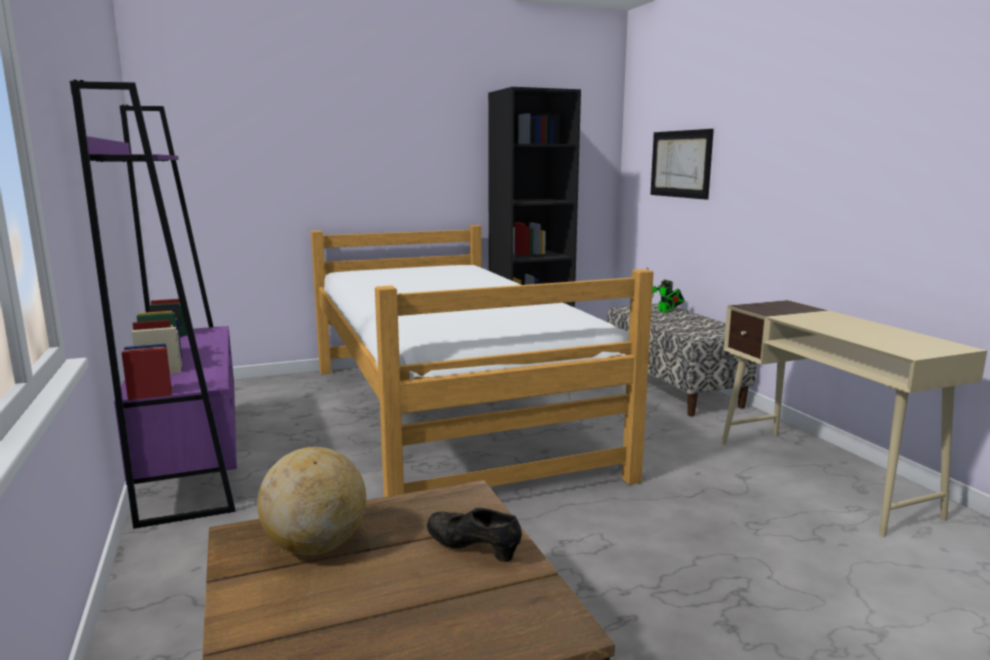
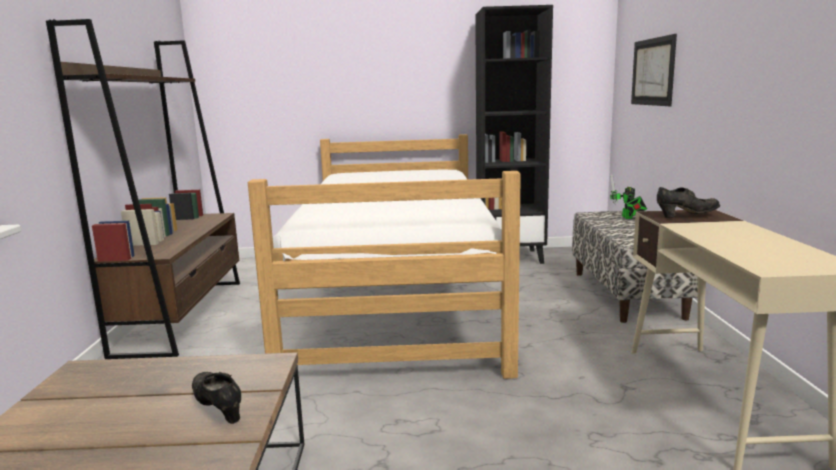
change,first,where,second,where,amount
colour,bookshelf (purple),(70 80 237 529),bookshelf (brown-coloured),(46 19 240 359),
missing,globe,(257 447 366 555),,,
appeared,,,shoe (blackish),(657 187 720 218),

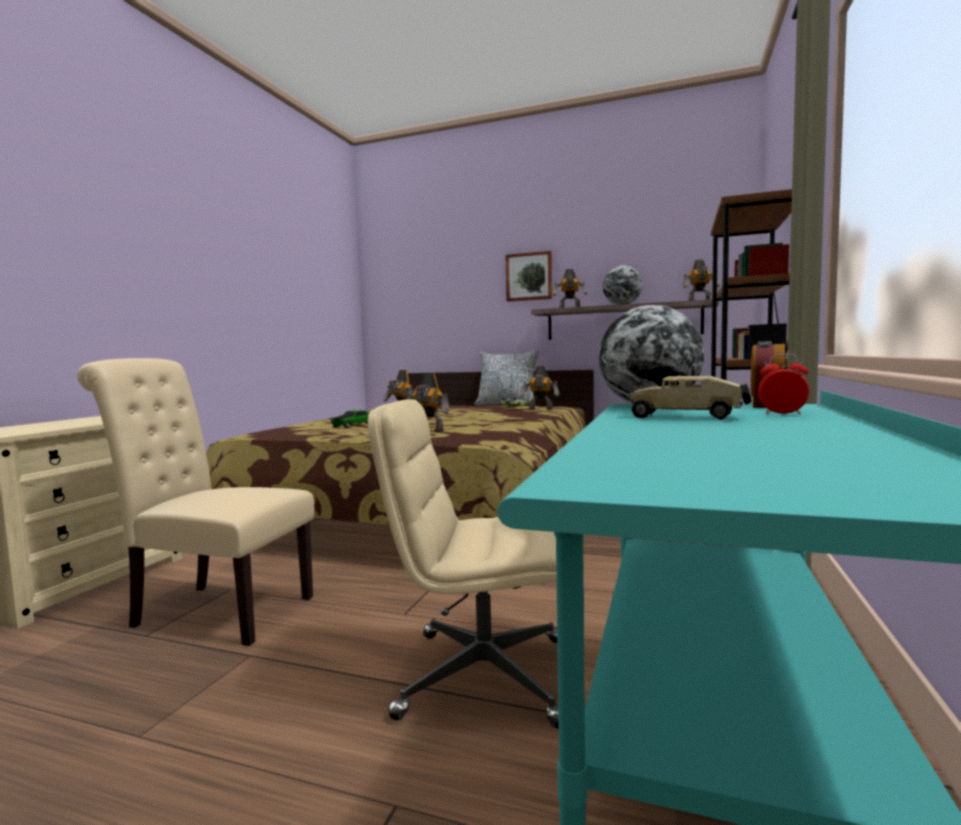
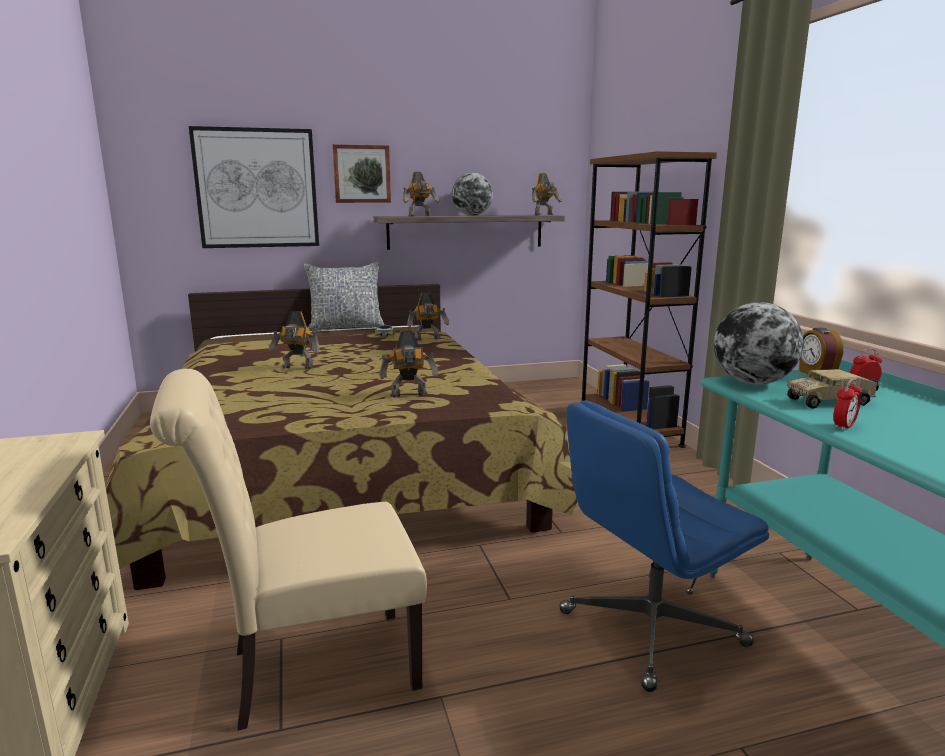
change,first,where,second,where,amount
colour,office chair (beige),(368 399 559 729),office chair (blue),(559 400 769 692),
missing,toy car,(331 410 369 428),,,
appeared,,,picture,(189 126 319 248),
appeared,,,alarm clock,(833 378 862 431),

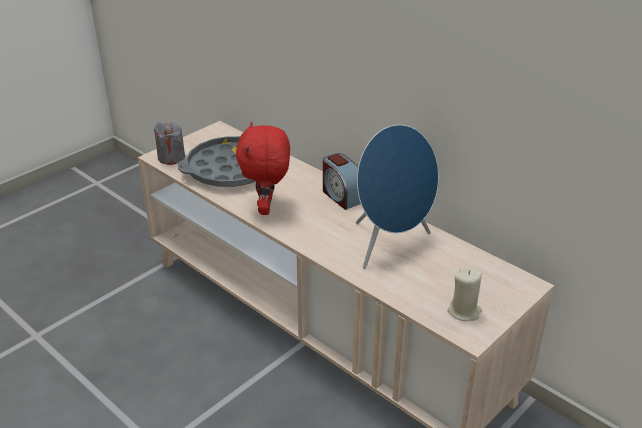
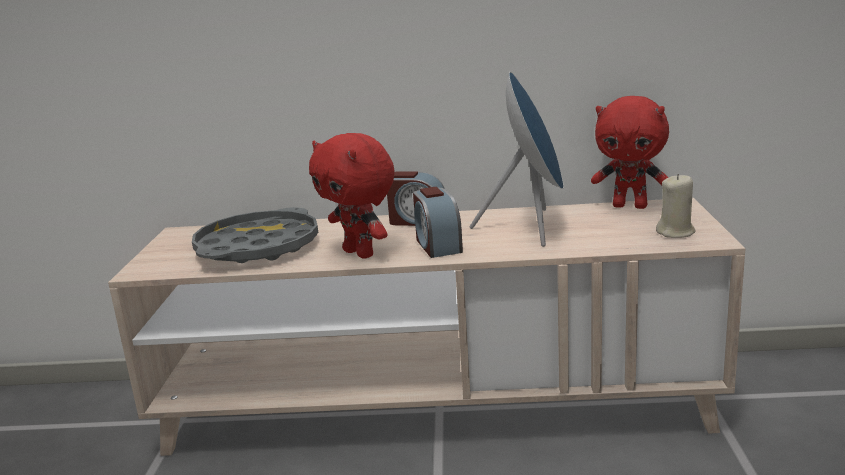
change,first,where,second,where,amount
missing,wax candle (grey),(154 122 185 165),,,
appeared,,,plush toy (reddish),(591 96 669 209),
appeared,,,alarm clock,(413 187 463 258),

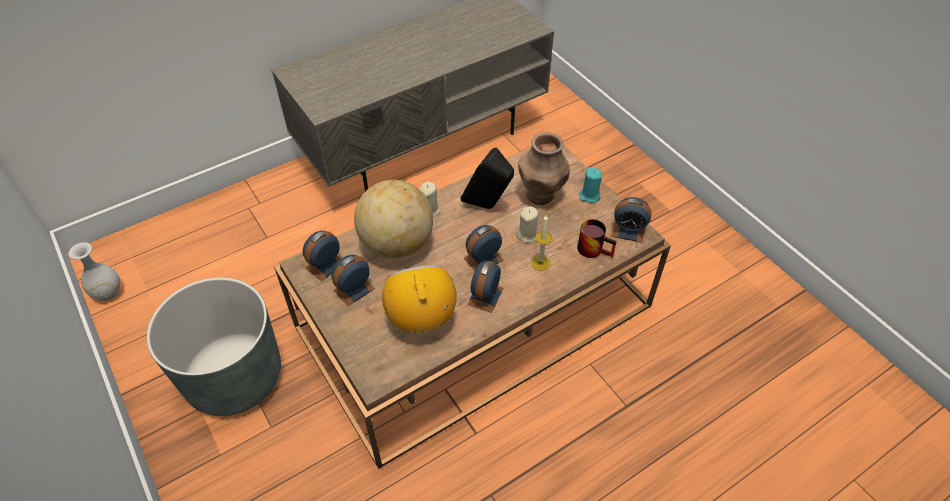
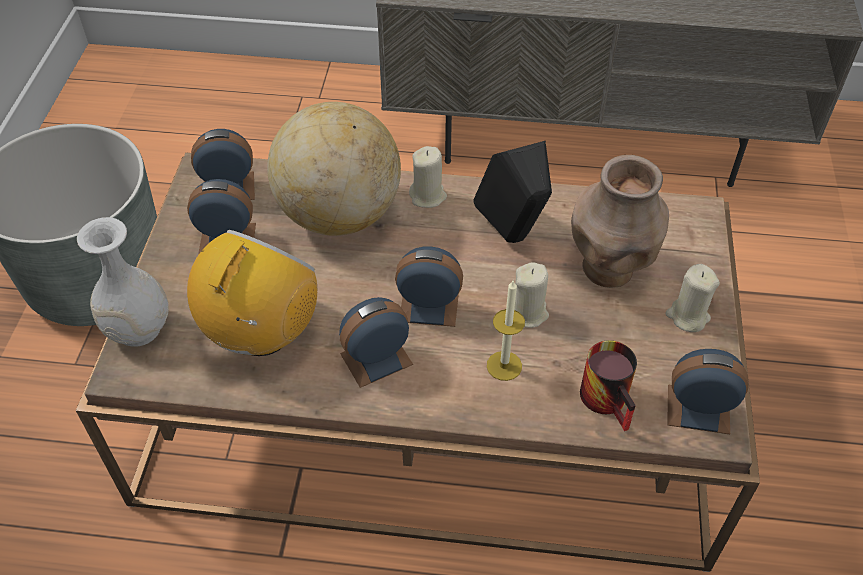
change,first,where,second,where,amount
colour,wax candle (turquoise-coloured),(579 167 602 203),wax candle (beige),(665 264 720 332),
spun,alarm clock,(612 197 652 243),,(667 349 749 434),135 degrees clockwise
relocated,flower vase (white),(69 242 120 301),,(77 217 169 347),

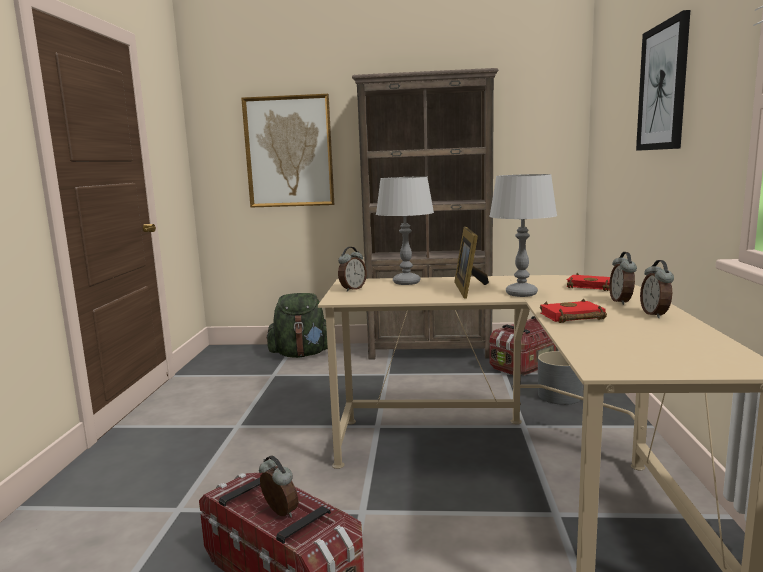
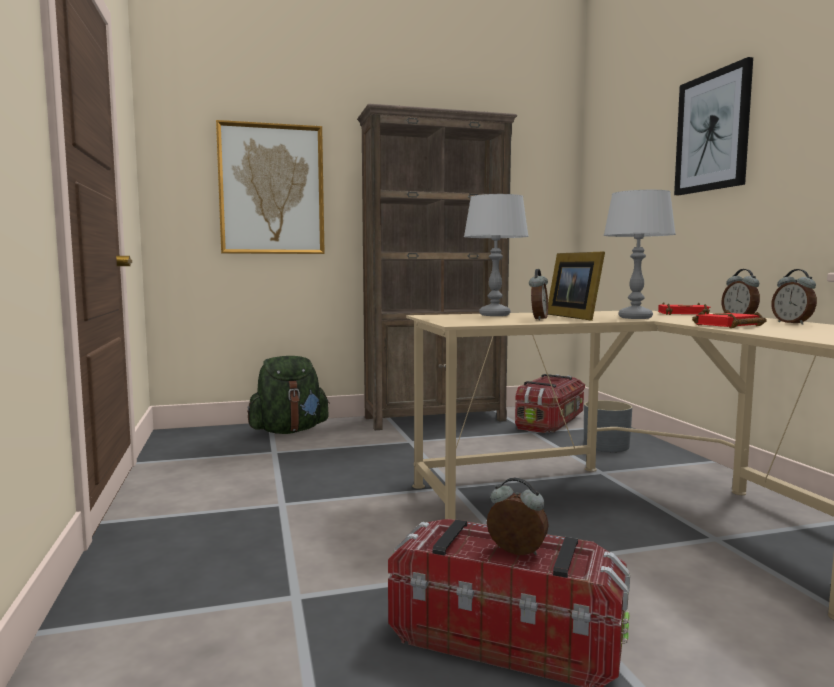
change,first,where,second,where,amount
relocated,alarm clock,(338 247 367 292),,(529 269 548 320),

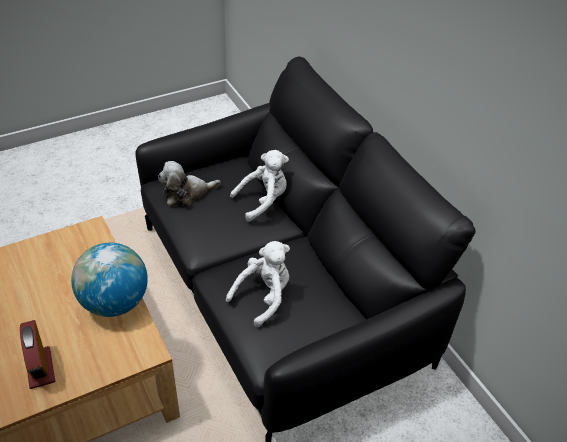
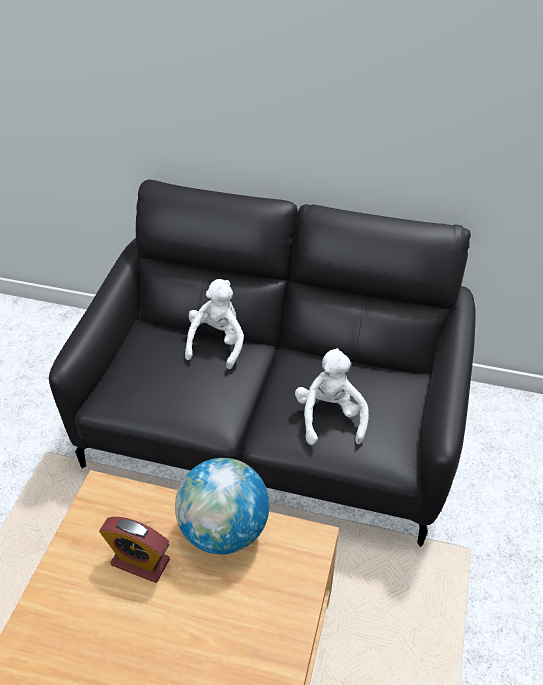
change,first,where,second,where,amount
missing,plush toy,(158 161 221 206),,,
relocated,alarm clock,(20 320 55 389),,(99 517 170 583),

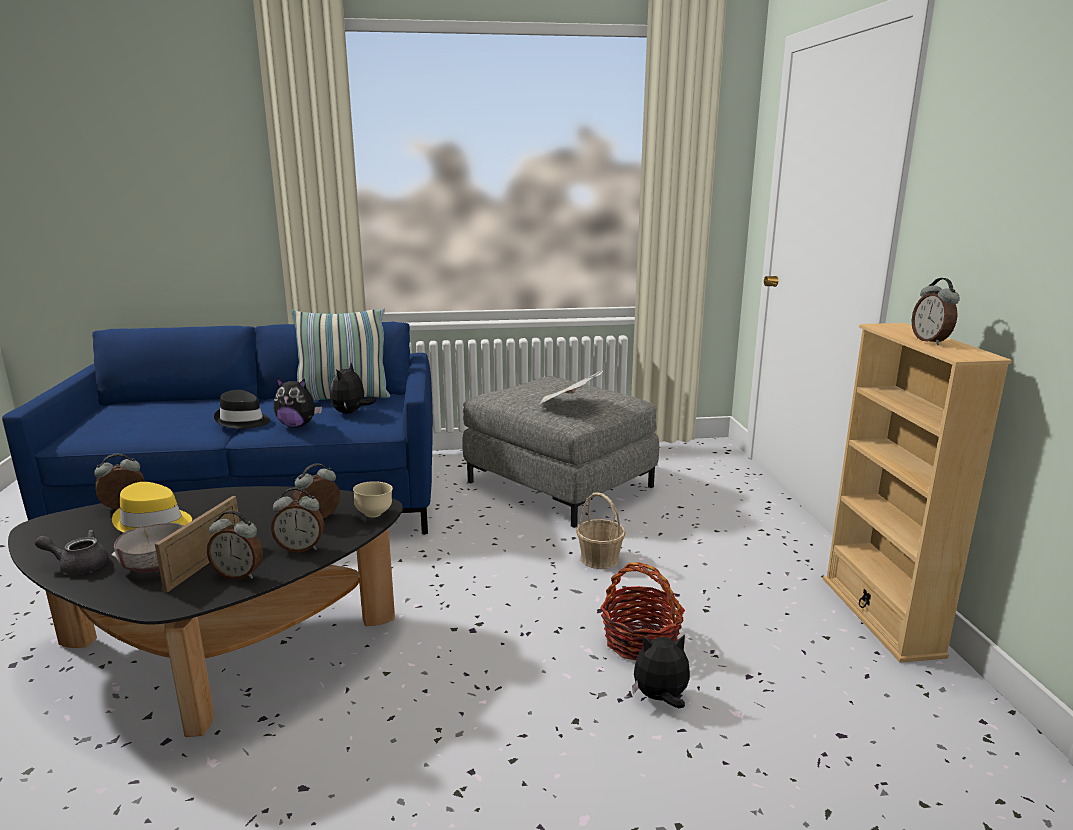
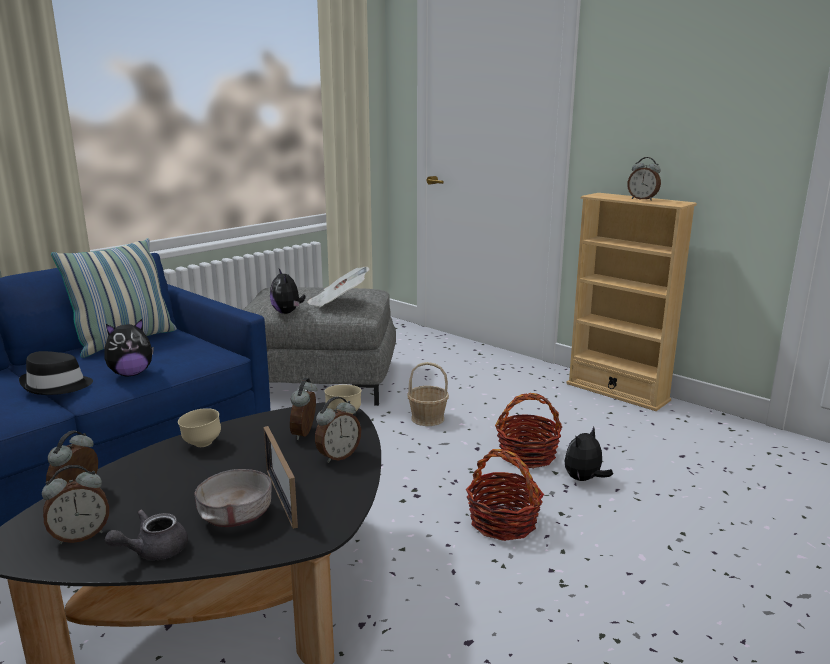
change,first,where,second,where,amount
relocated,plush toy,(330 363 376 414),,(270 269 305 314),
missing,hat (yellow),(112 482 192 533),,,
relocated,alarm clock,(207 511 263 580),,(42 465 109 544),
appeared,,,deep dish (beige),(178 408 221 447),
appeared,,,storage basket,(466 449 544 541),

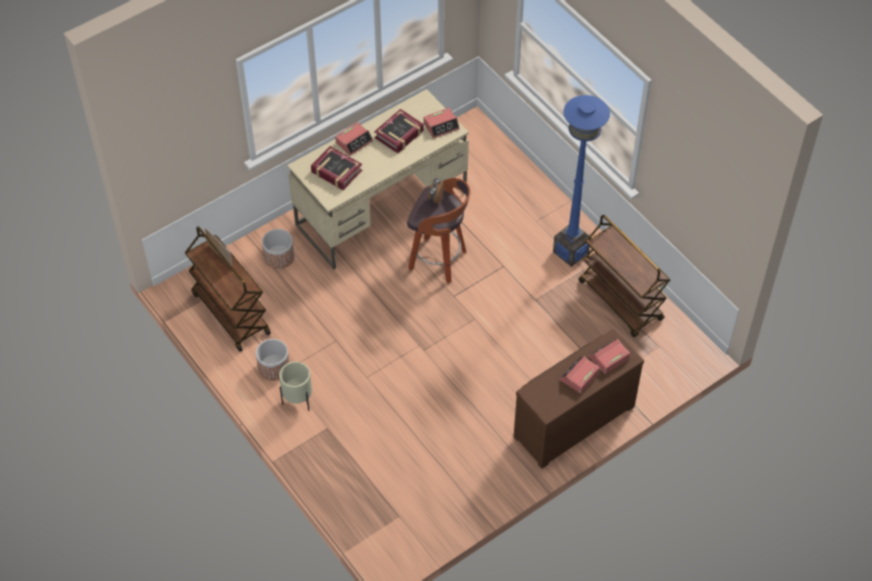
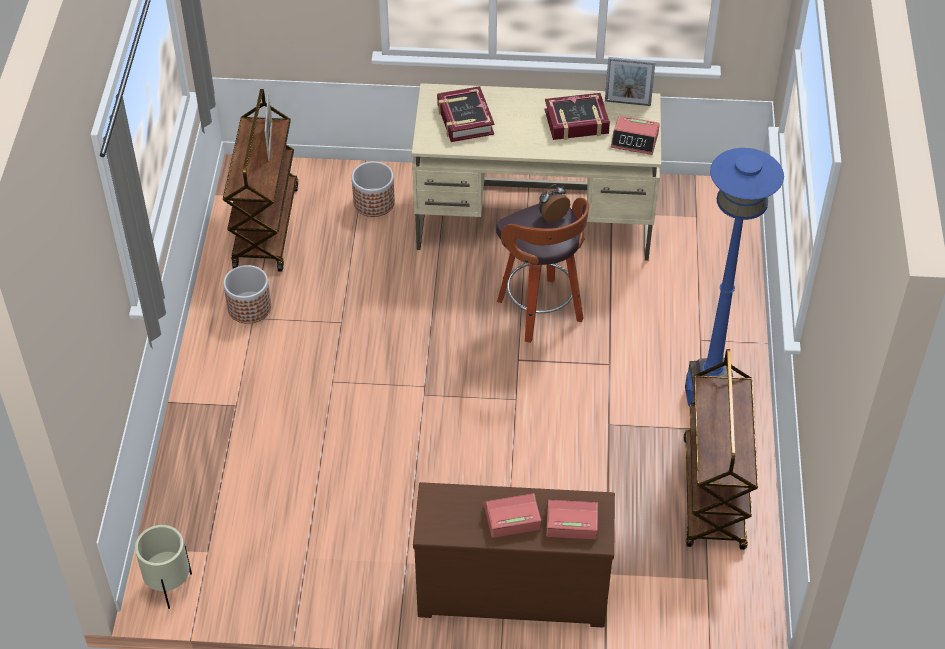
change,first,where,second,where,amount
missing,alarm clock,(335 122 373 156),,,
relocated,flower pot (beige),(279 361 312 411),,(135 525 192 609),
appeared,,,picture frame,(605 57 655 106),

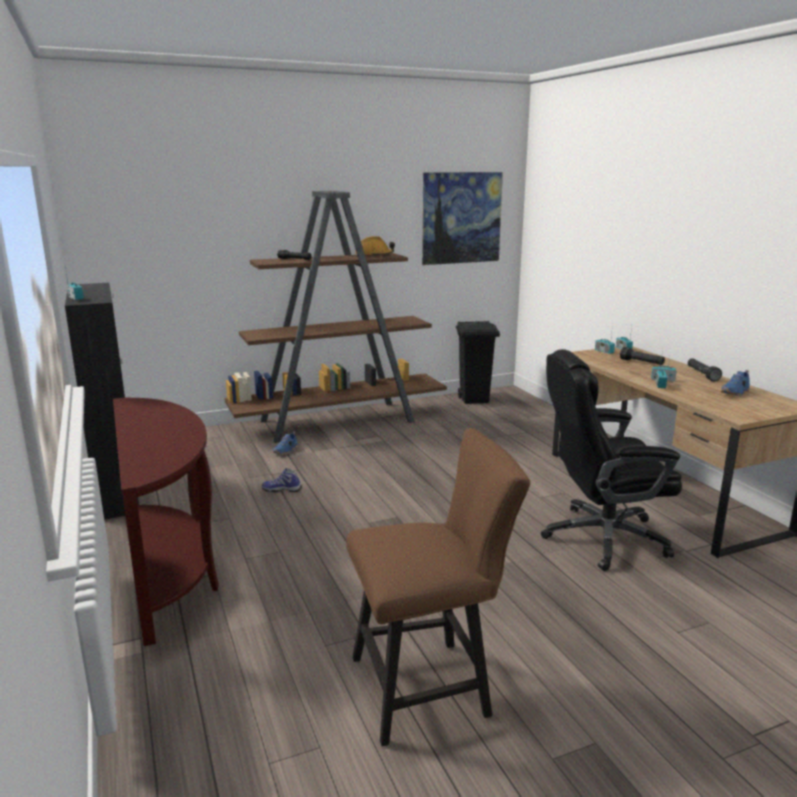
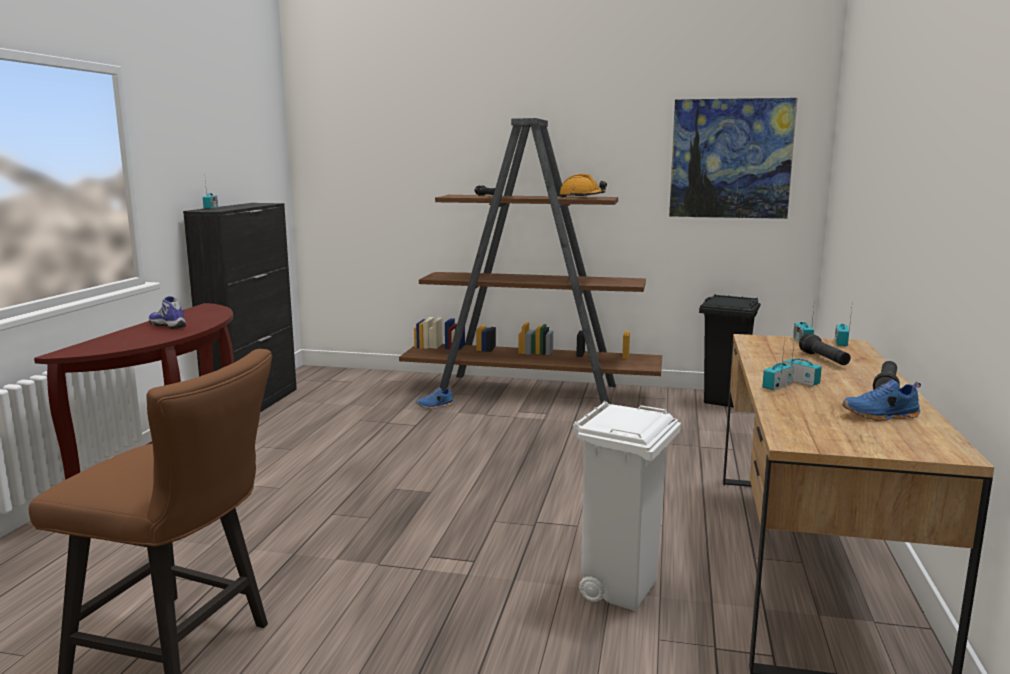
change,first,where,second,where,amount
exchanged,office chair (blackish),(541 349 682 571),rubbish bin (white),(573 401 681 611),
relocated,shoe,(262 468 302 493),,(149 296 186 329),

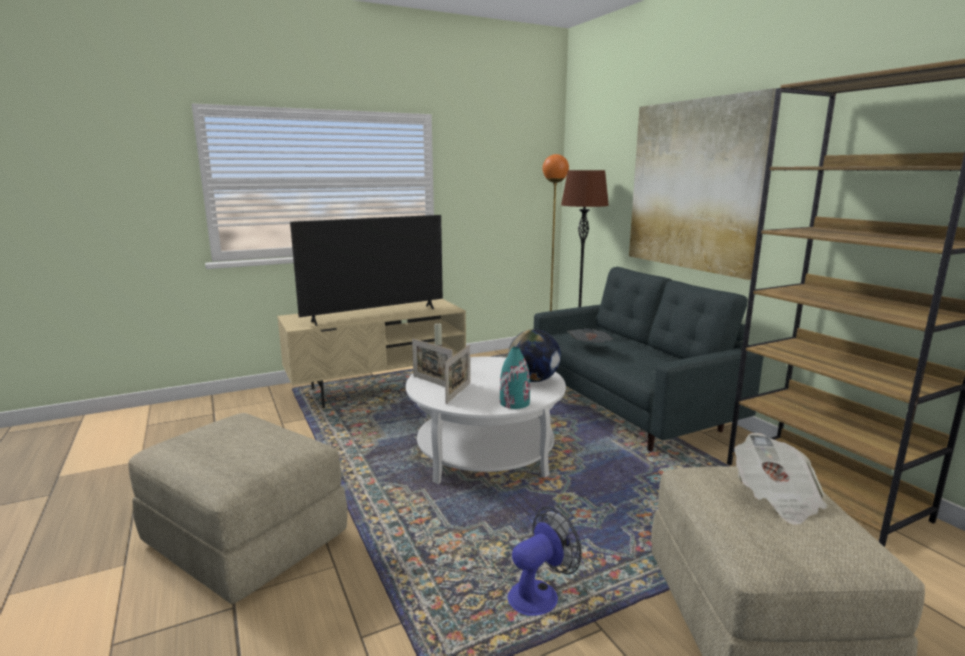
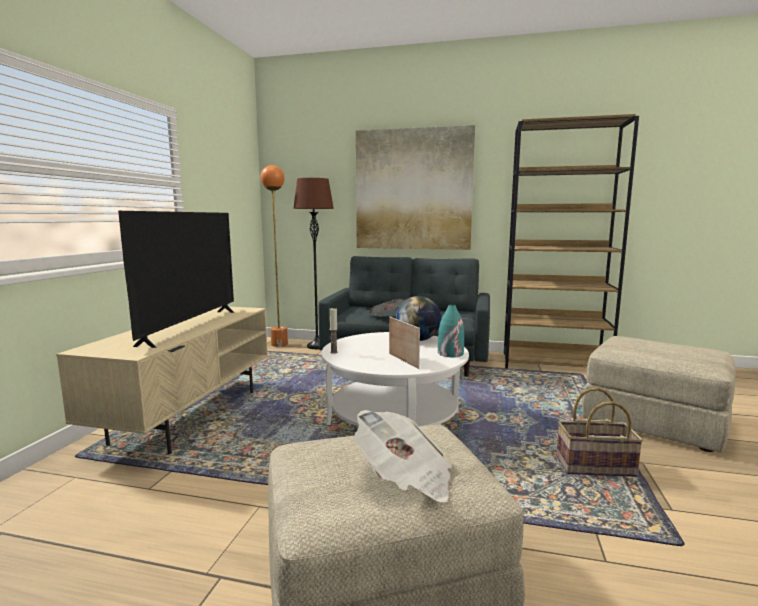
change,first,where,second,where,amount
missing,picture frame,(412 339 452 387),,,
relocated,printed paper,(734 433 828 525),,(354 410 452 503),
exchanged,electric fan,(507 507 582 616),storage basket,(556 387 643 477),

